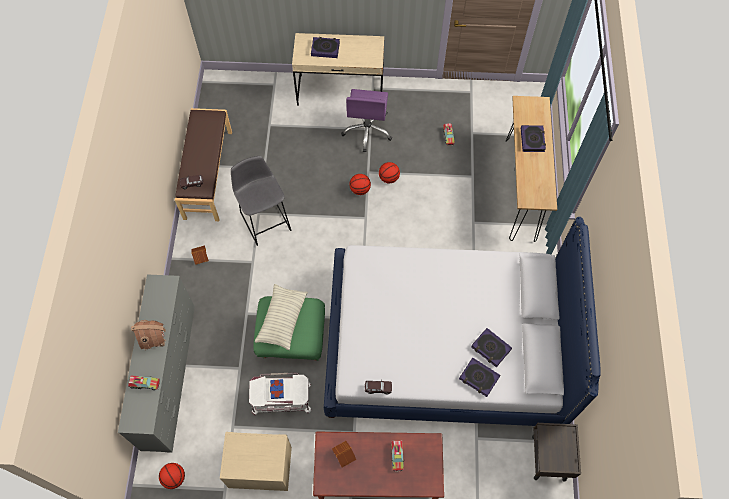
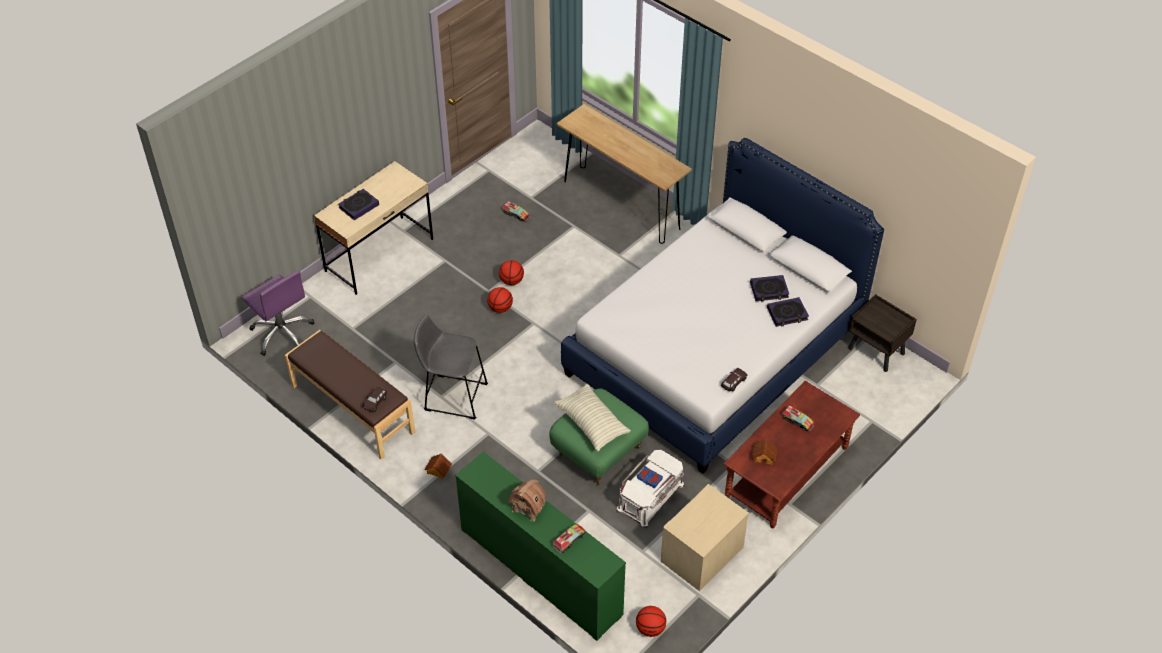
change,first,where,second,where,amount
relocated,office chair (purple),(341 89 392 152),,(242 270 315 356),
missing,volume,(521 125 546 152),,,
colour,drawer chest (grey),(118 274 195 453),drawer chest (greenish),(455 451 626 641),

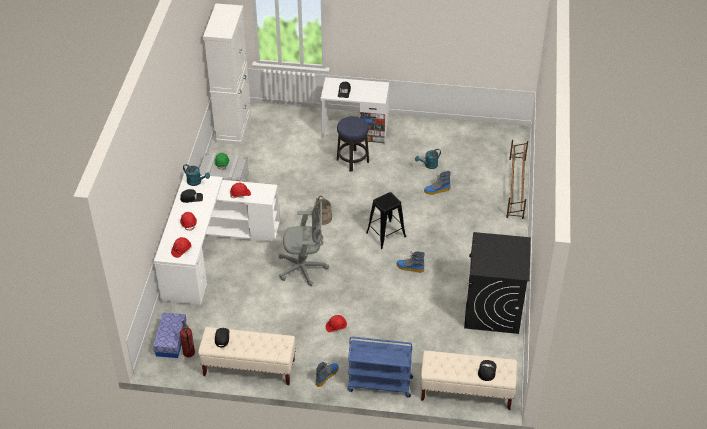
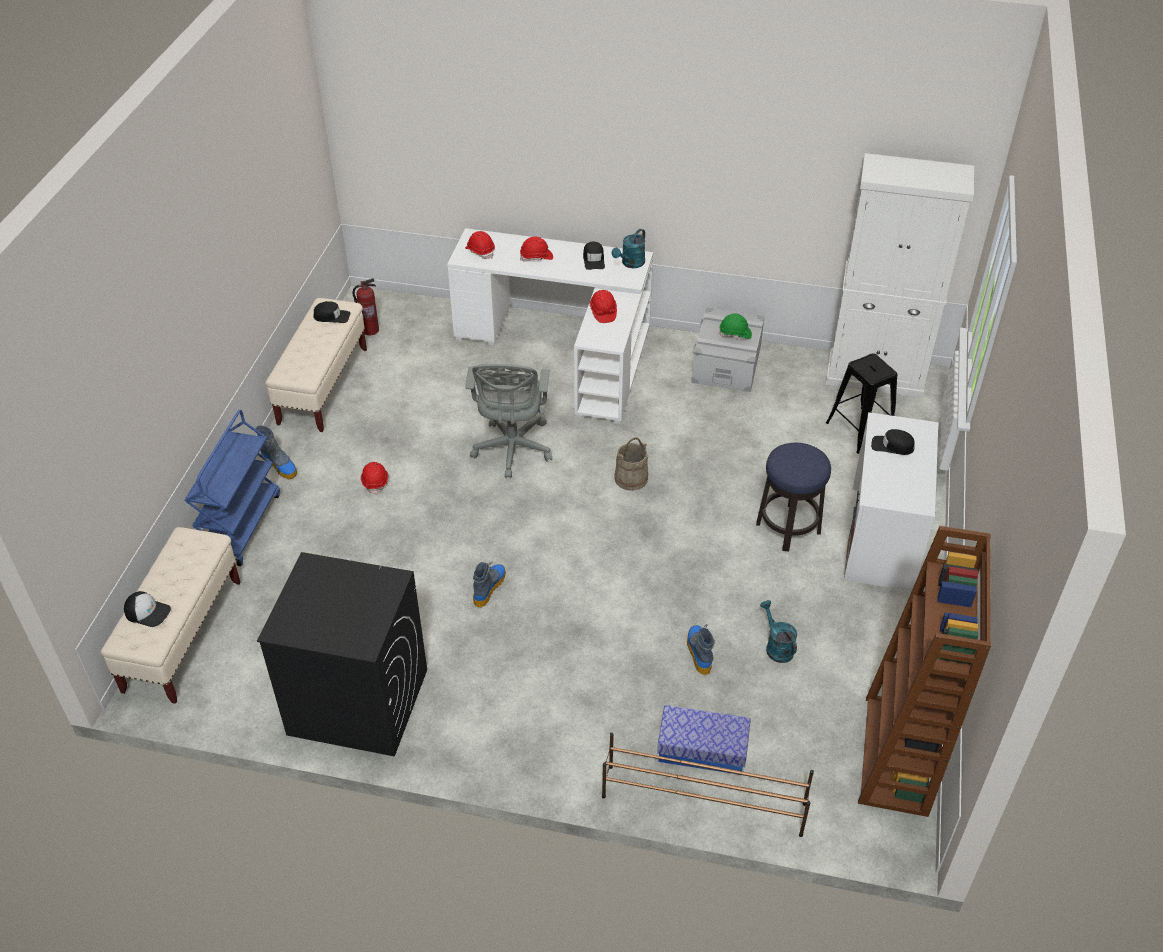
change,first,where,second,where,amount
relocated,stool seat (blackish),(366 192 406 249),,(826 353 898 454),
relocated,storage box,(153 313 187 358),,(657 705 751 775),
appeared,,,bookshelf (brown-coloured),(858 526 991 817),

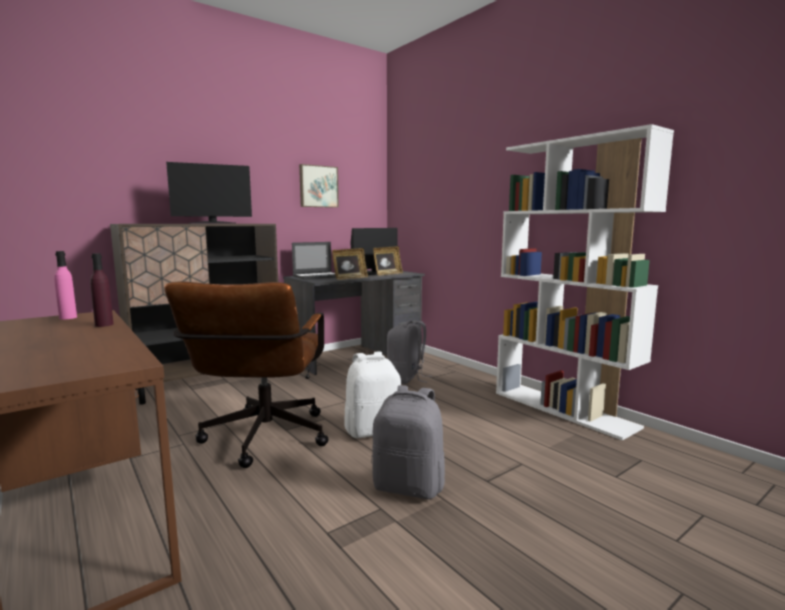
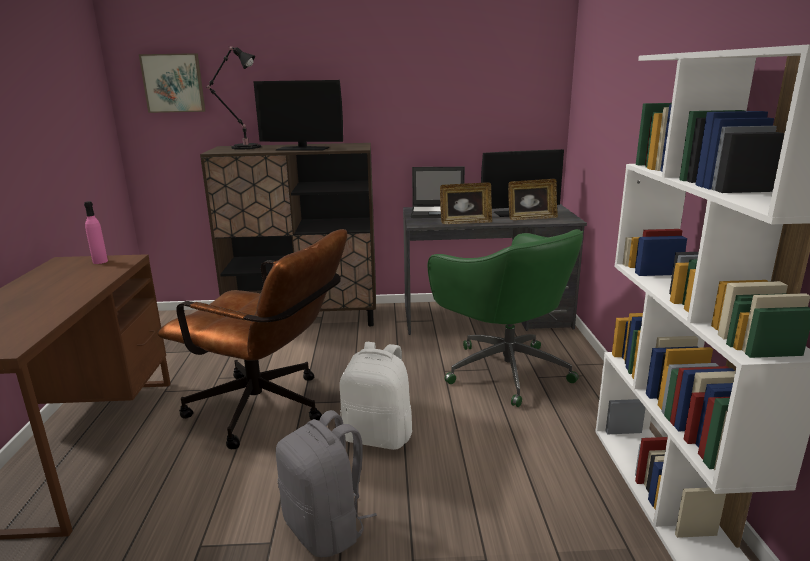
change,first,where,second,where,amount
relocated,picture,(299 164 339 208),,(139 53 205 113),
missing,drink bottle (purple),(90 253 113 327),,,
spun,office chair (brown-coloured),(164 281 328 468),,(158 229 347 449),105 degrees counterclockwise
exchanged,backpack (grey),(387 321 432 384),office chair (greenish),(428 229 583 407),
appeared,,,table lamp (blackish),(207 46 261 149),

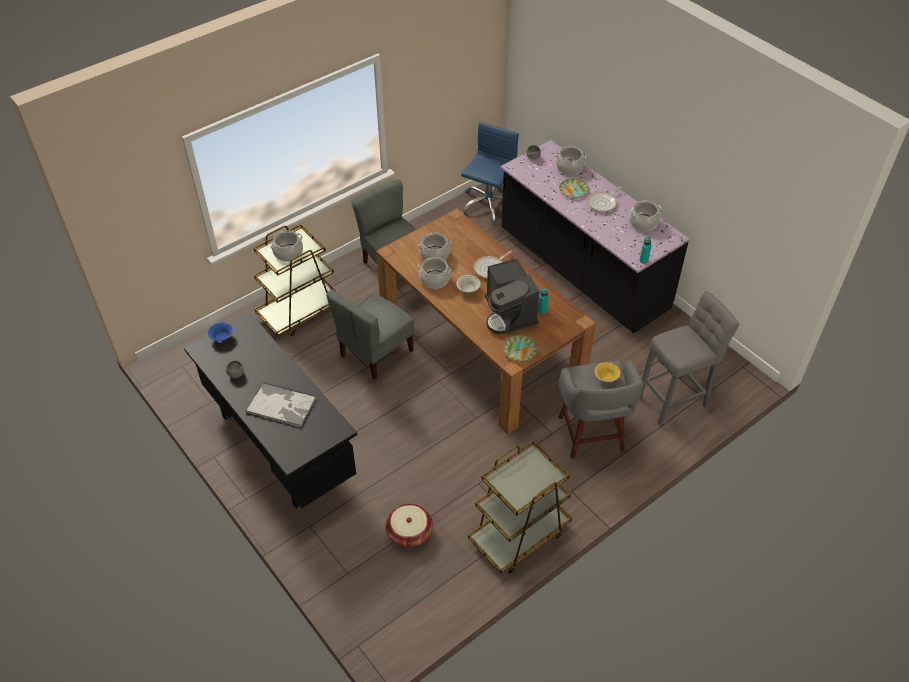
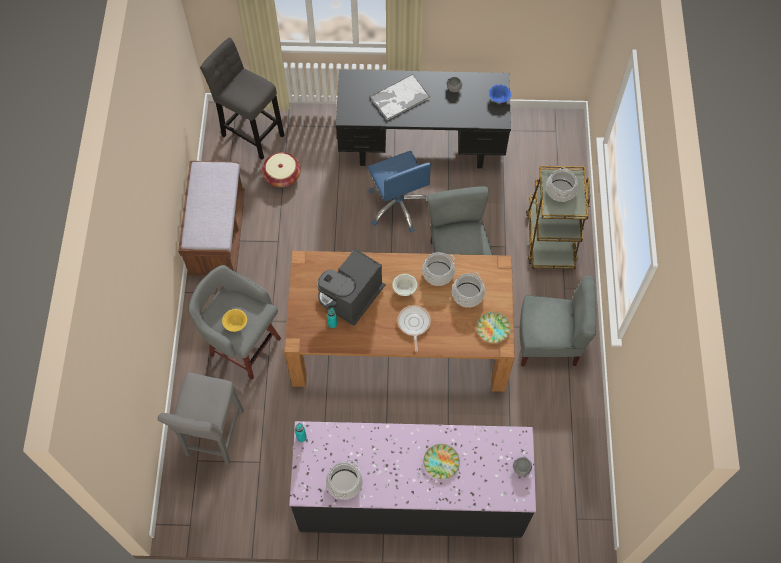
change,first,where,second,where,amount
relocated,office chair (blue),(461 122 519 225),,(368 151 431 232),
missing,stockpot,(555 146 587 175),,,
missing,pan,(587 186 622 212),,,
spun,coffee machine,(485 259 539 334),,(317 248 385 326),75 degrees counterclockwise
relocated,dinner plate,(503 335 537 361),,(477 312 511 343),
exchanged,wheeled cart (brown-coloured),(468 440 572 574),long seat (brown-coloured),(178 161 245 276),
appeared,,,stool seat (grey),(200 38 284 160),

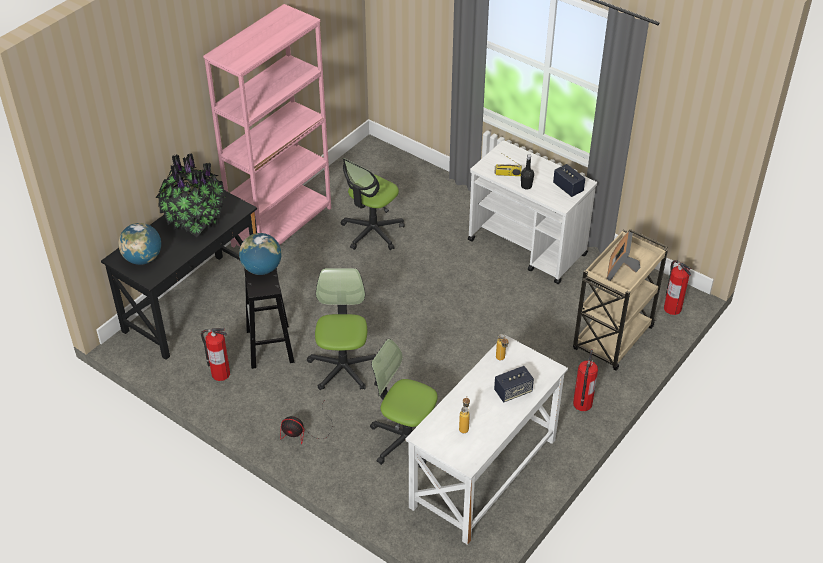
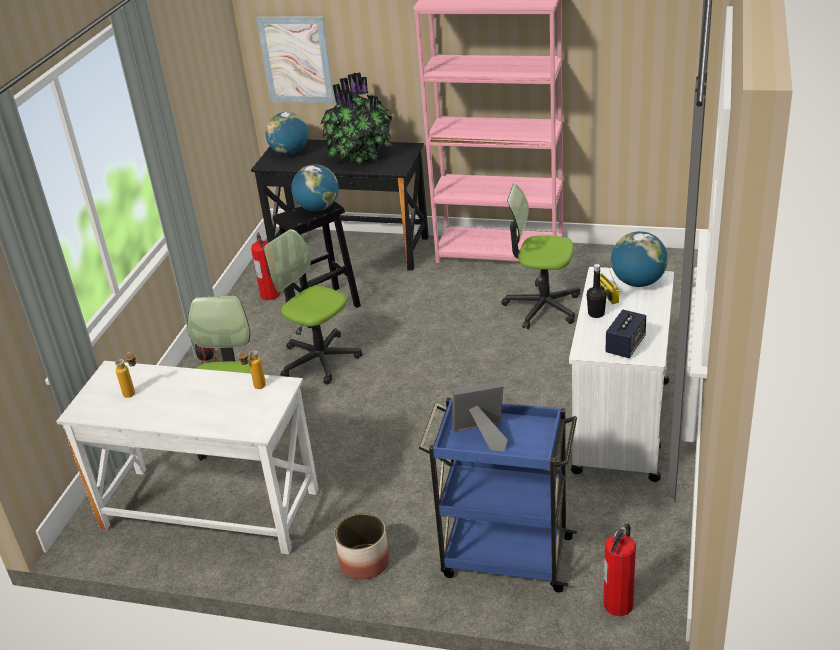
change,first,where,second,where,amount
colour,wheeled cart (beige),(573 229 668 371),wheeled cart (blue),(419 397 577 593),
spun,office chair,(307 268 376 390),,(264 229 363 385),120 degrees counterclockwise
exchanged,fire-fighting cylinder,(573 349 598 411),flower pot,(335 513 389 580),
missing,speaker,(494 366 534 402),,,
appeared,,,picture,(256 17 335 103),
appeared,,,globe,(611 231 668 287),

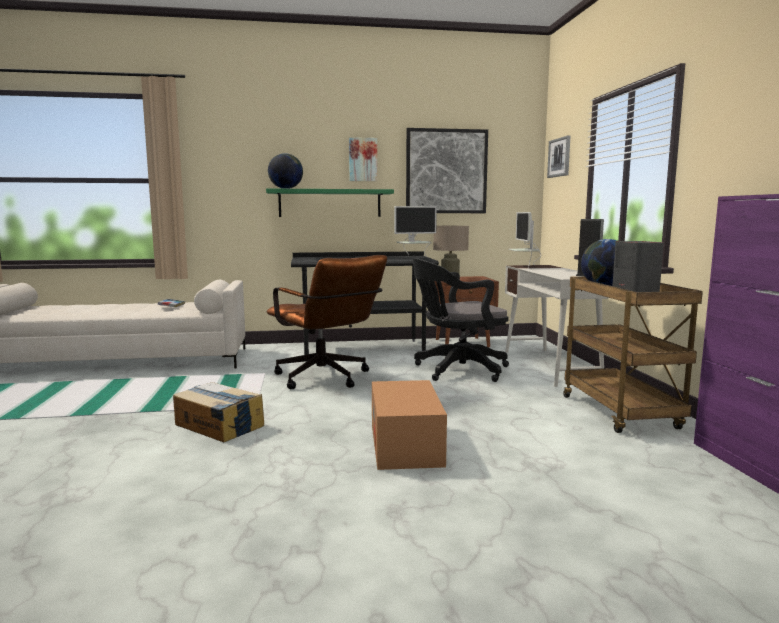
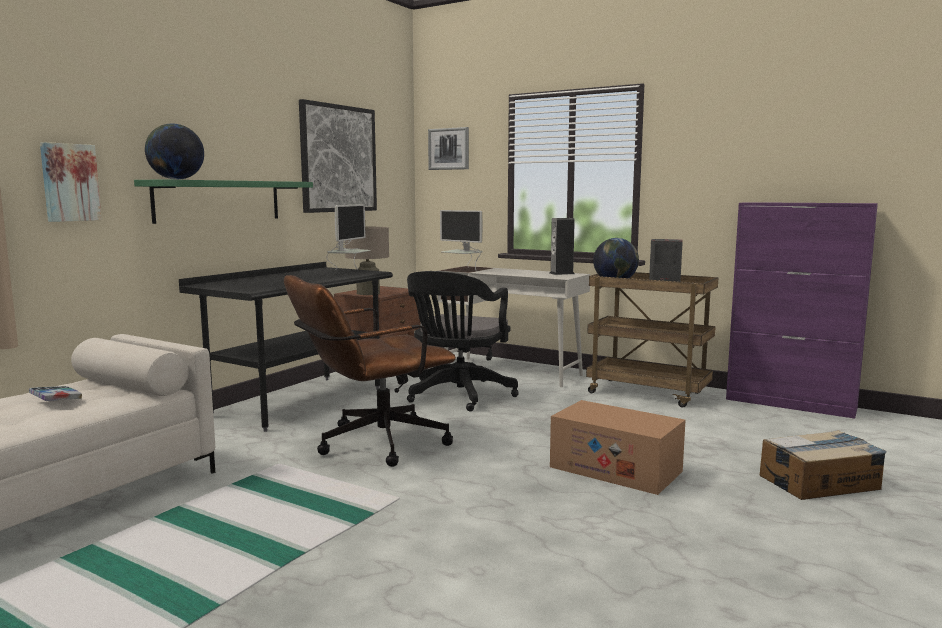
change,first,where,second,where,amount
relocated,picture,(349 137 377 181),,(40 142 102 222),
spun,office chair (brown-coloured),(266 255 387 389),,(284 275 456 467),150 degrees clockwise
relocated,carton,(173 382 264 442),,(760 430 887 500),

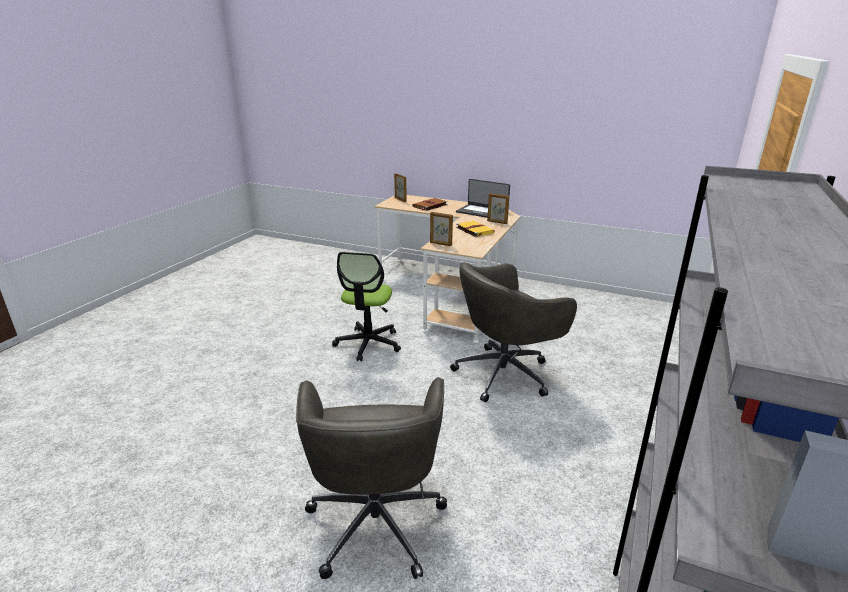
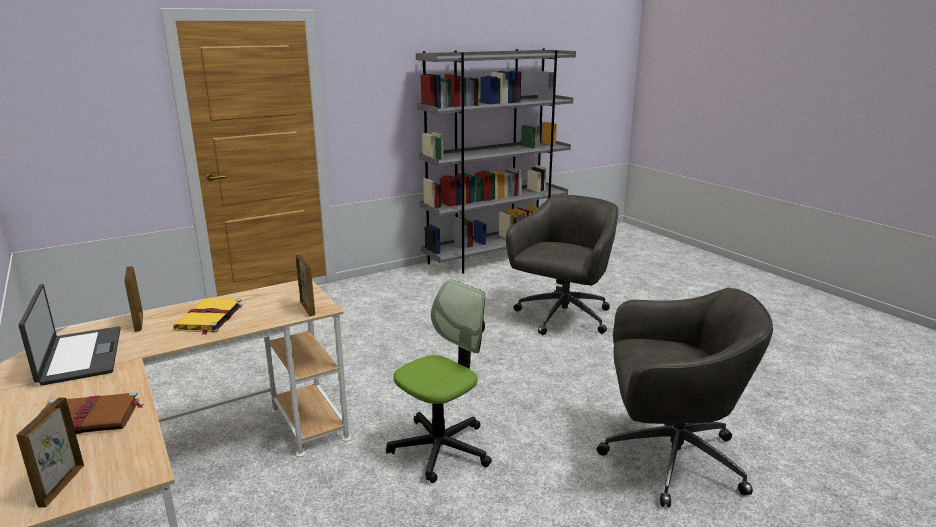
change,first,where,second,where,amount
relocated,office chair (grey),(450 262 577 402),,(597 288 773 507),

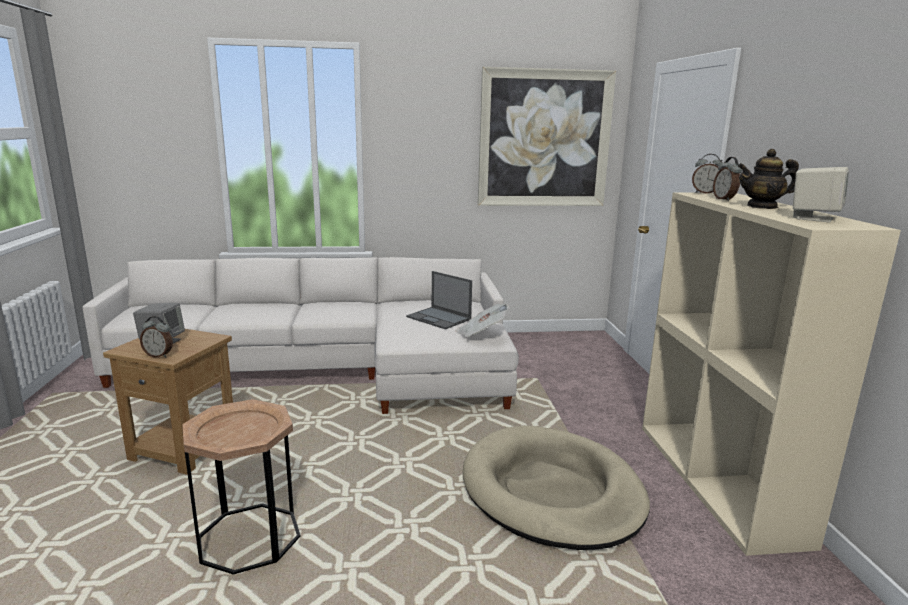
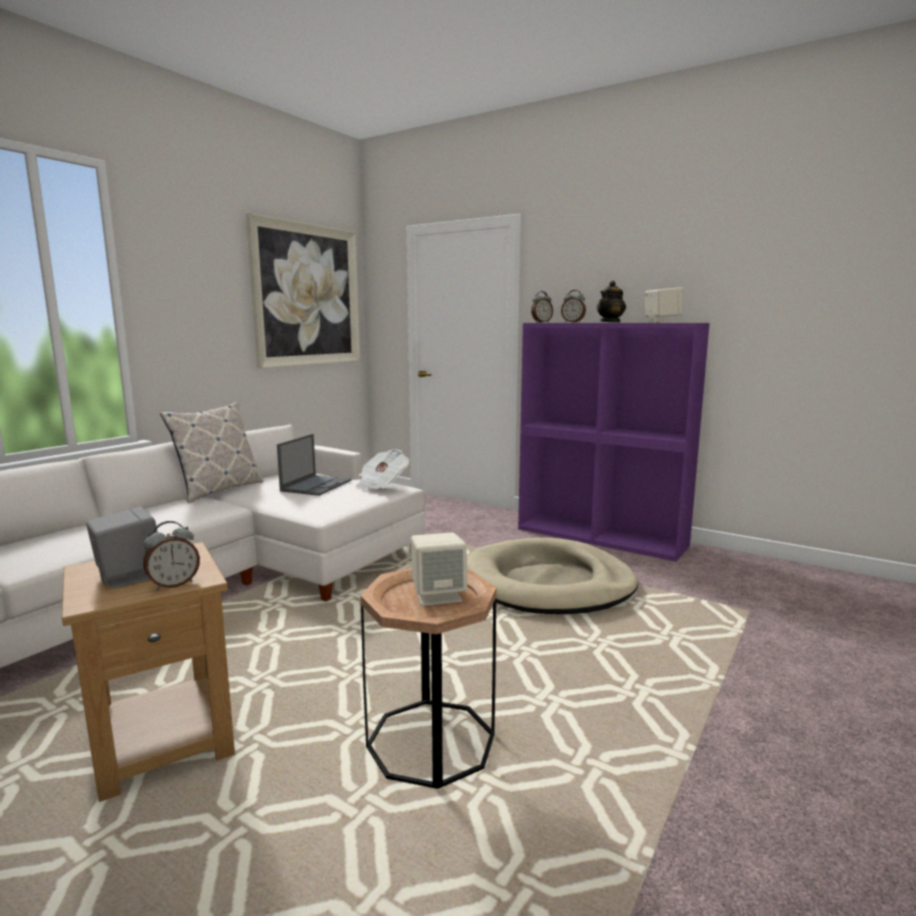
change,first,where,second,where,amount
colour,bookshelf (beige),(642 192 901 556),bookshelf (purple),(518 323 710 562),
spun,notebook computer,(406 271 472 329),,(277 434 351 496),60 degrees counterclockwise
appeared,,,throw pillow,(160 402 263 503),
appeared,,,speaker (beige),(411 532 467 606),

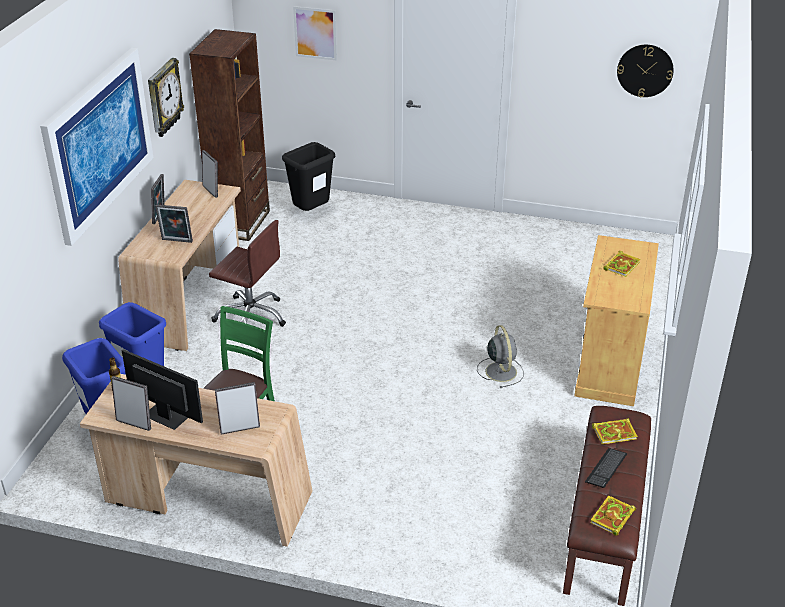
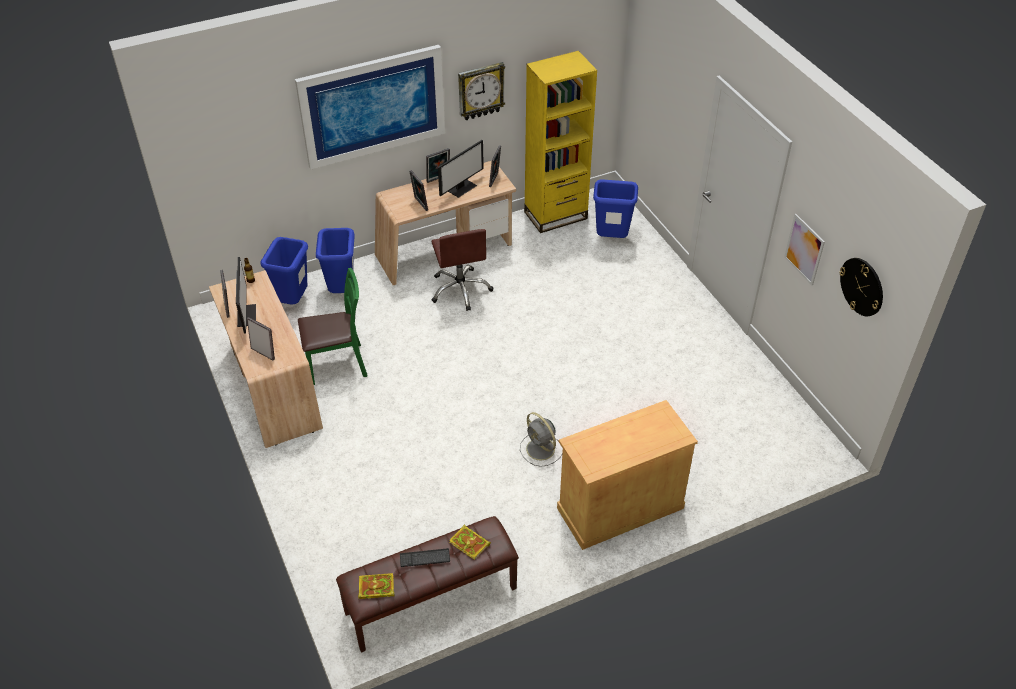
change,first,where,second,where,amount
relocated,picture,(293 6 337 61),,(784 214 825 285),
colour,bookshelf (brown-coloured),(189 29 270 241),bookshelf (yellow),(524 51 597 233),
colour,rubbish bin (blackish),(282 142 335 211),rubbish bin (blue),(593 179 638 238),
missing,volume,(603 251 641 277),,,
spun,electric fan (grey),(477 325 524 388),,(520 412 563 467),105 degrees clockwise
appeared,,,monitor,(438 140 484 198),

